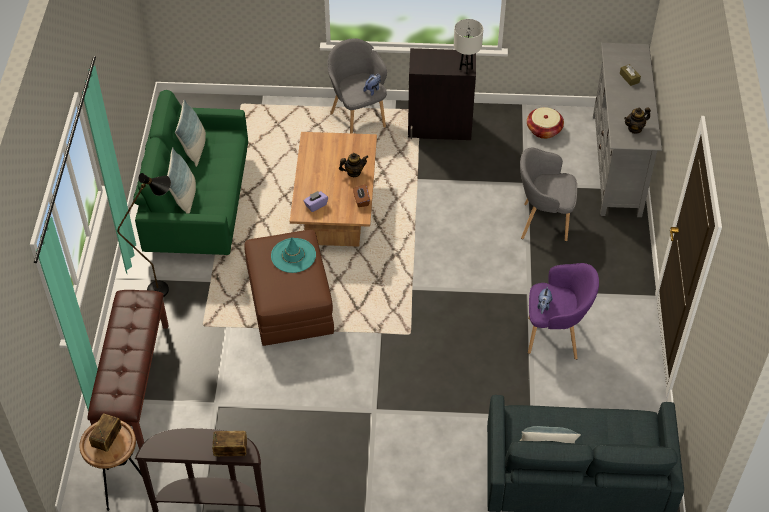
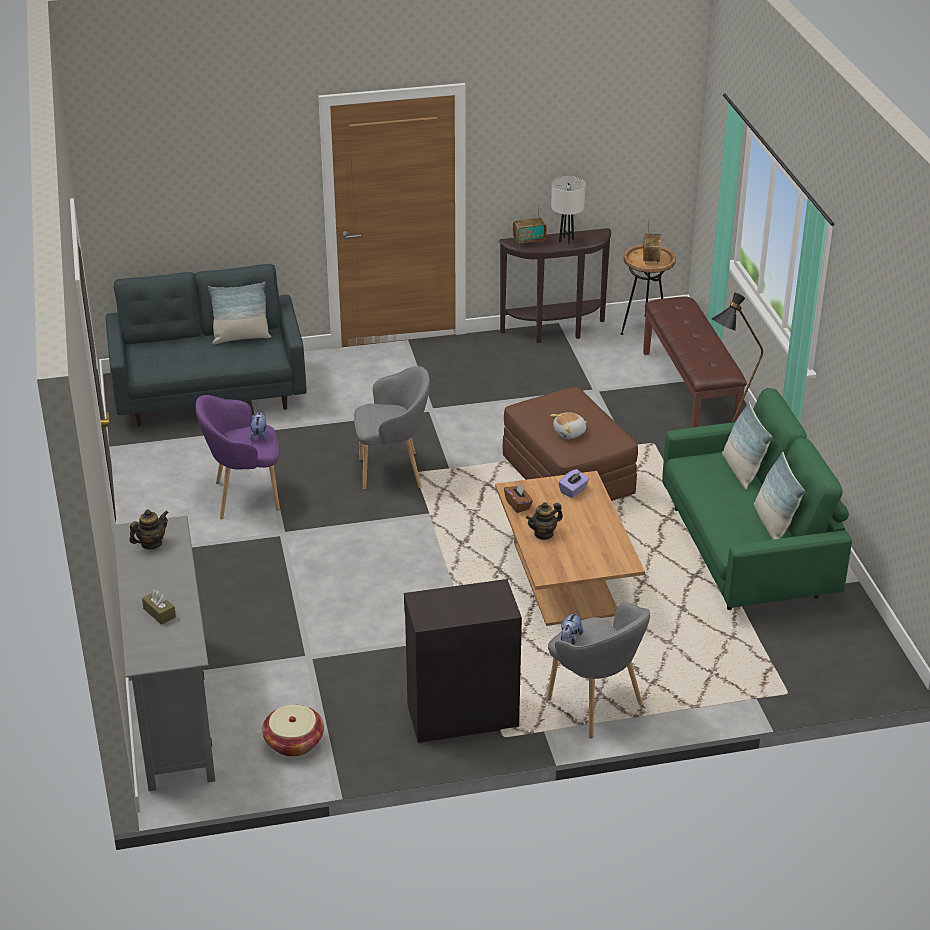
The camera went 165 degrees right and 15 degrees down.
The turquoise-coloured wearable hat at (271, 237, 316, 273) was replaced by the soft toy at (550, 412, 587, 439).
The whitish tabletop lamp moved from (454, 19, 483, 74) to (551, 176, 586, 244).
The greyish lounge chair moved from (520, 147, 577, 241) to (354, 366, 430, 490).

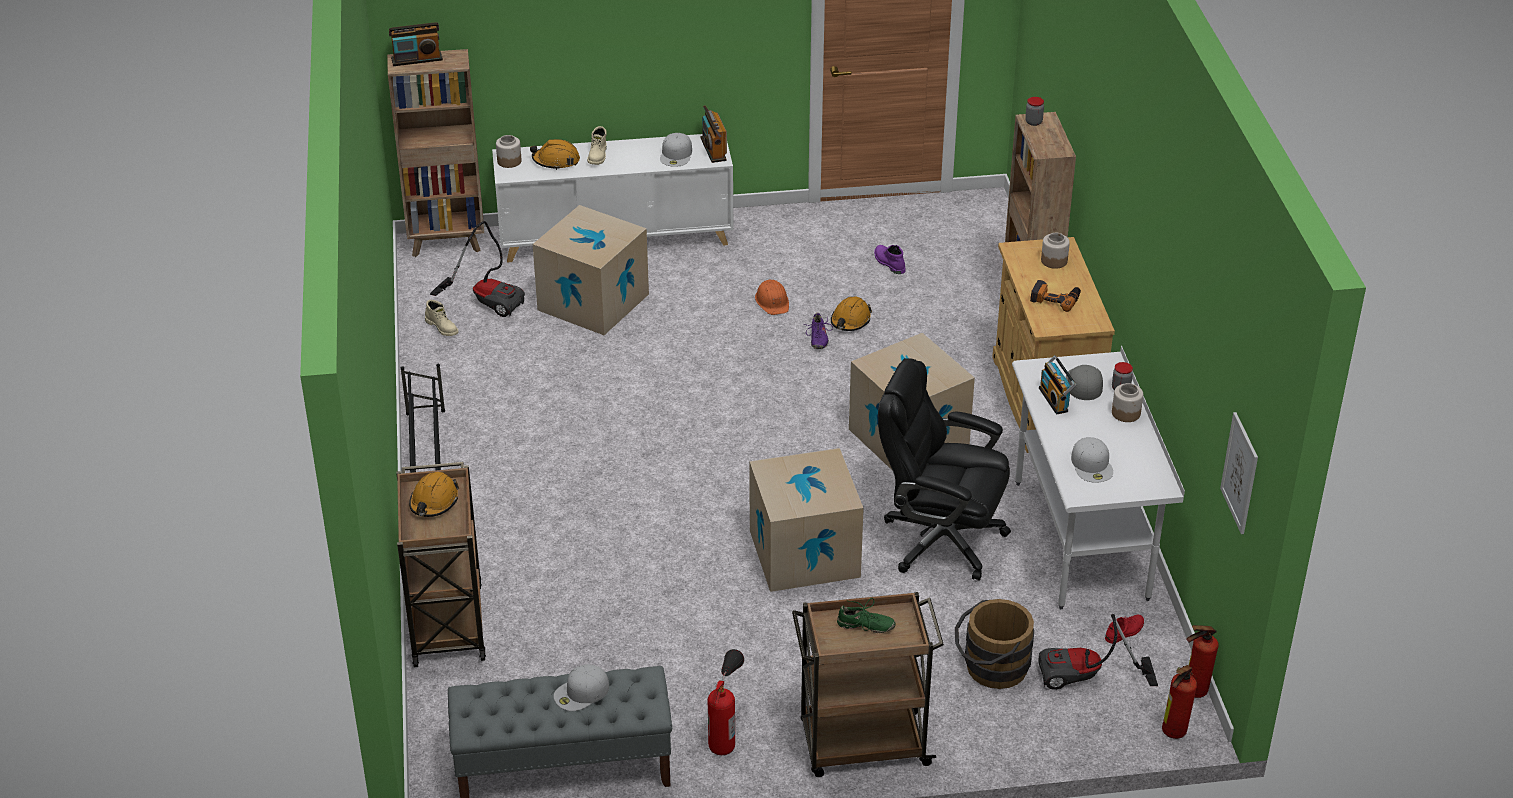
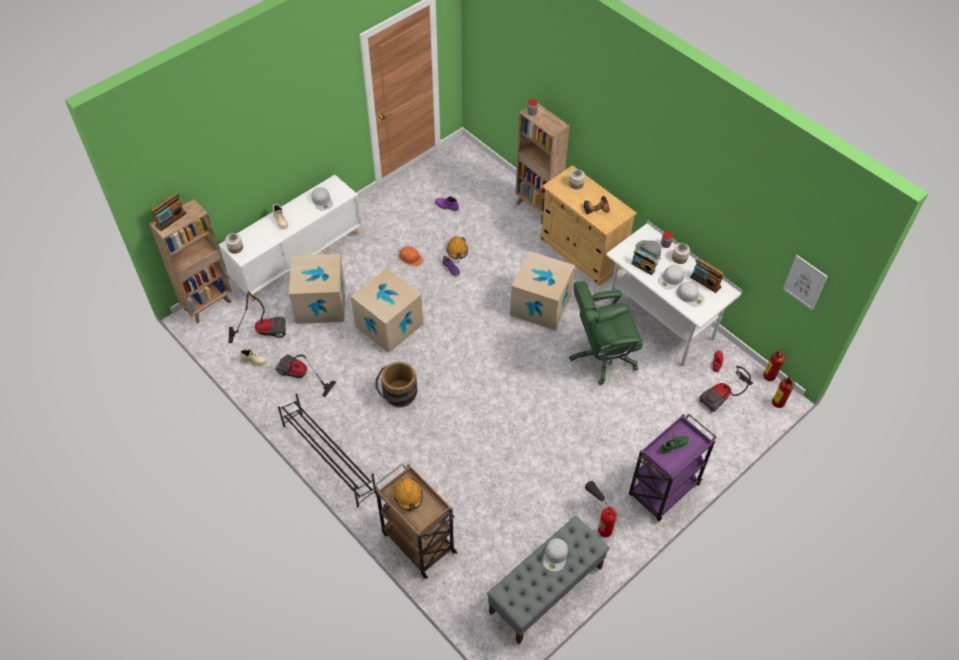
The camera went 35 degrees left and 15 degrees up.
The orange work helmet at (530, 139, 580, 170) disappeared.
The radio set moved from (700, 105, 727, 163) to (690, 260, 723, 293).
The carton moved from (750, 448, 864, 592) to (351, 268, 423, 353).
The brown-coloured cart at (792, 592, 944, 777) became the purple-coloured cart at (629, 414, 717, 521).
The blackish desk chair at (878, 358, 1011, 581) became the greenish desk chair at (569, 281, 643, 385).
The brown-coloured pail moved from (955, 599, 1034, 689) to (376, 362, 417, 407).
The vacuum at (275, 354, 336, 397) appeared.
The whitish cap at (658, 265, 684, 289) appeared.

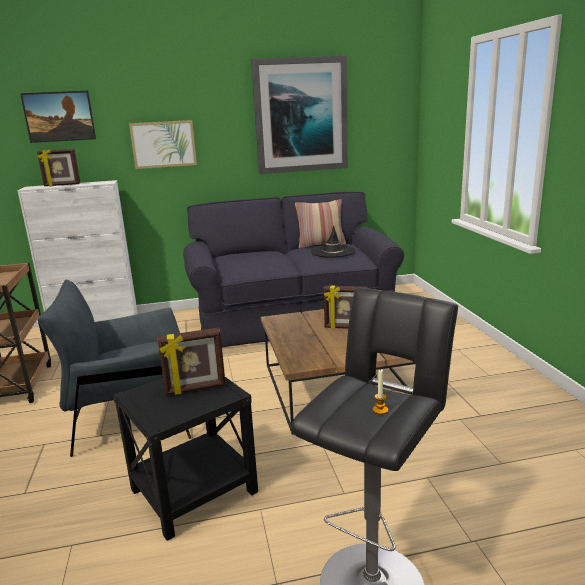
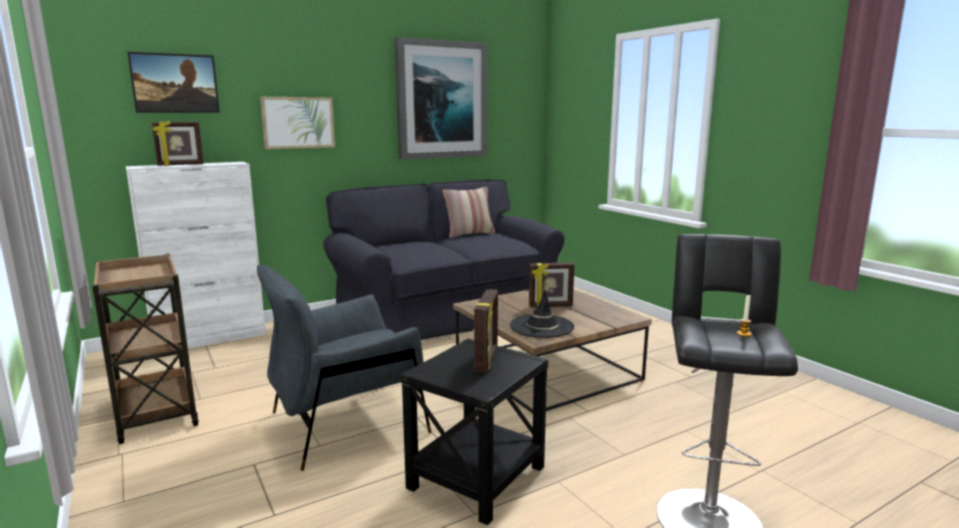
The camera went 20 degrees left and 5 degrees down.
The picture frame at (158, 328, 226, 395) turned 45 degrees counterclockwise.
The blackish wearable hat moved from (311, 226, 355, 258) to (510, 290, 574, 338).

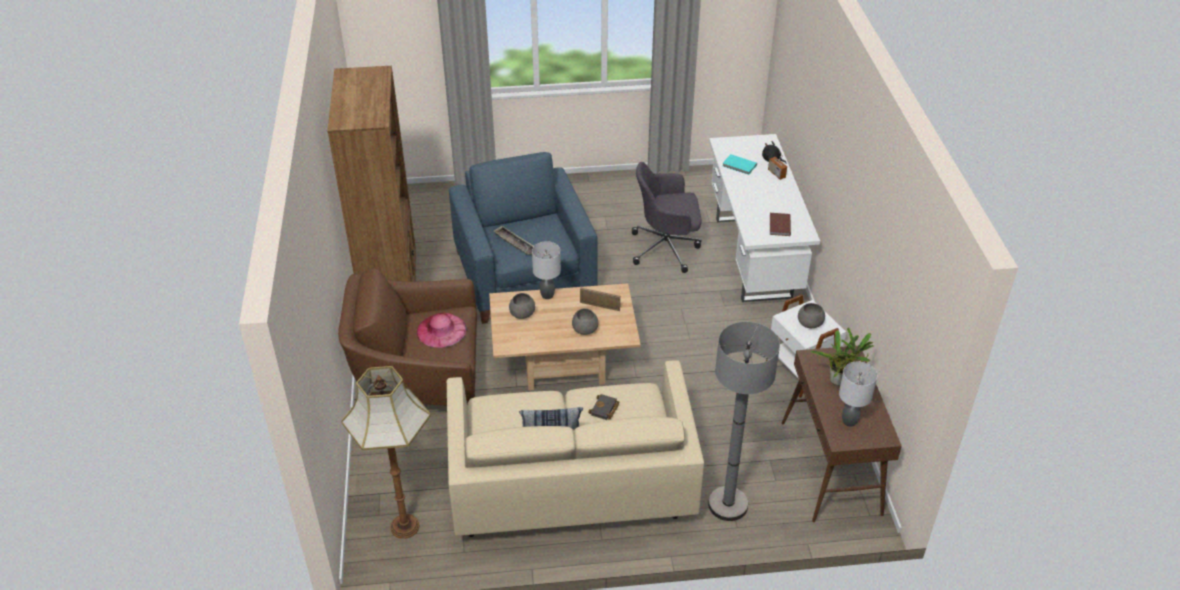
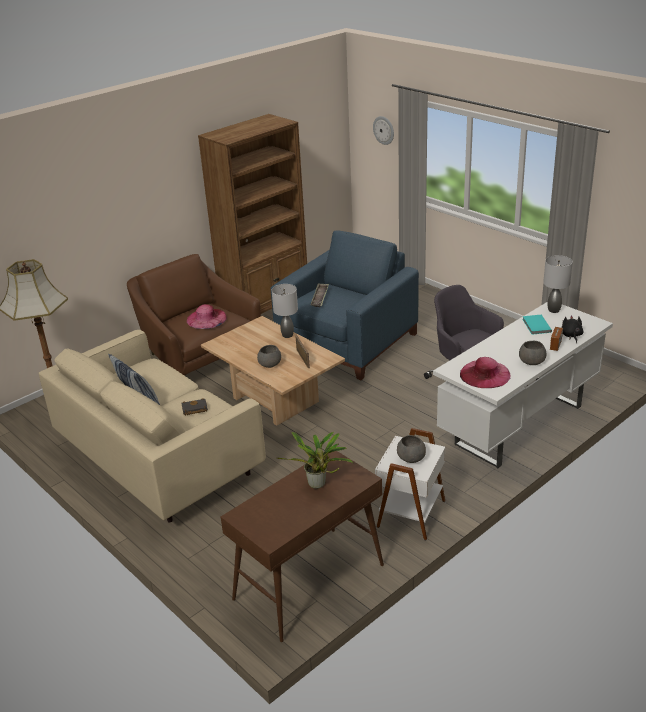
The camera went 55 degrees right and 10 degrees down.
The greyish deep dish moved from (509, 293, 535, 319) to (519, 341, 547, 365).
The greyish floor lamp at (708, 322, 780, 521) disappeared.
The brown-coloured volume at (770, 213, 791, 236) was replaced by the pink wearable hat at (460, 357, 510, 388).
The greyish tabletop lamp moved from (839, 362, 877, 426) to (543, 255, 573, 313).
The hanging clock at (373, 116, 394, 145) appeared.

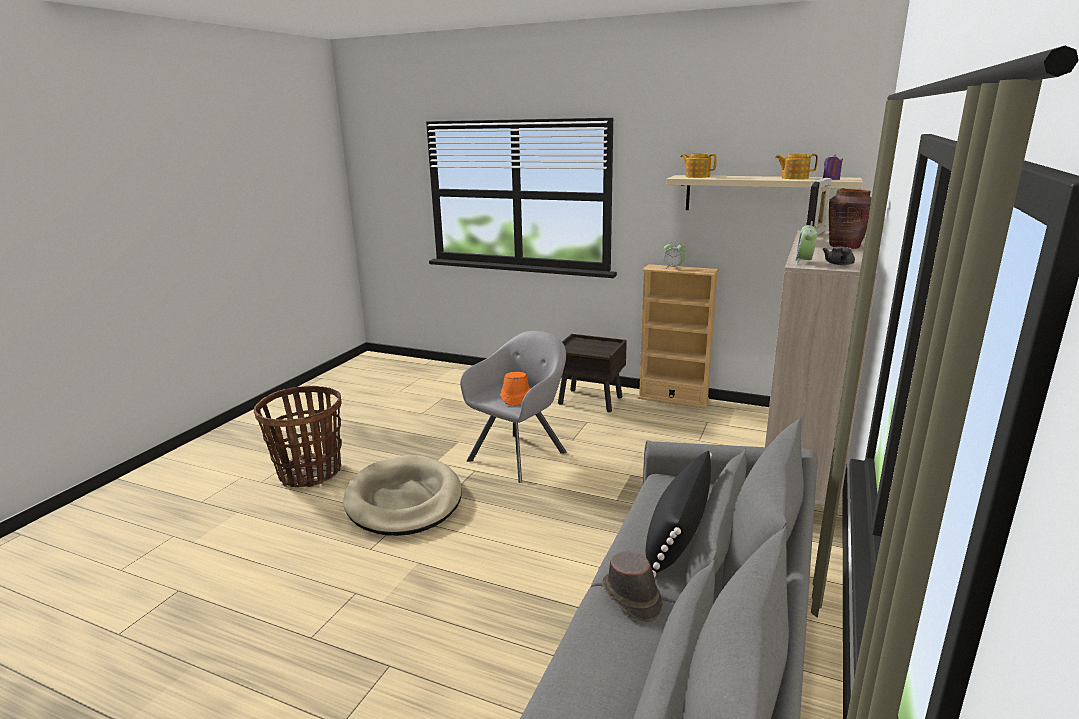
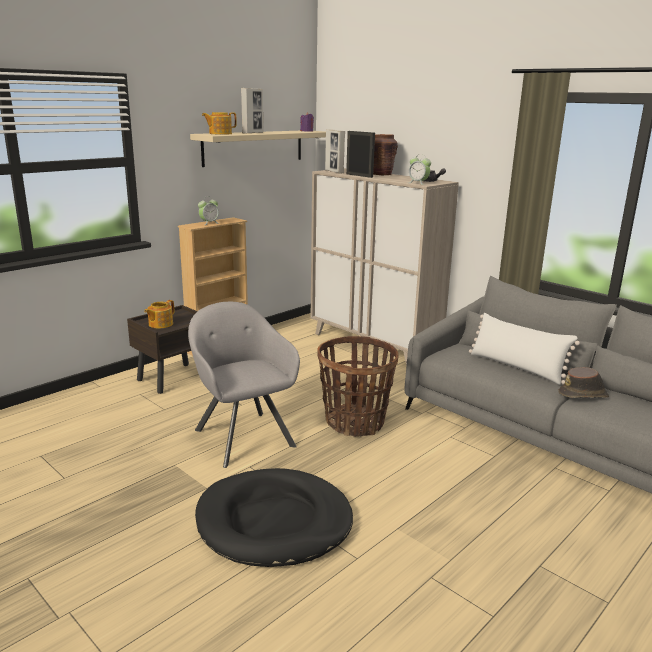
The camera went 70 degrees left and 0 degrees up.
The storage basket moved from (254, 386, 342, 487) to (317, 336, 399, 437).
The beige-coloured dog bed at (343, 455, 462, 536) became the blackish dog bed at (195, 468, 353, 567).
The orange wearable hat at (500, 372, 530, 406) disappeared.
The blackish throw pillow at (646, 451, 712, 578) became the whitish throw pillow at (469, 313, 580, 385).
The teapot moved from (775, 154, 818, 179) to (144, 300, 174, 328).
The picture frame at (241, 88, 263, 134) appeared.

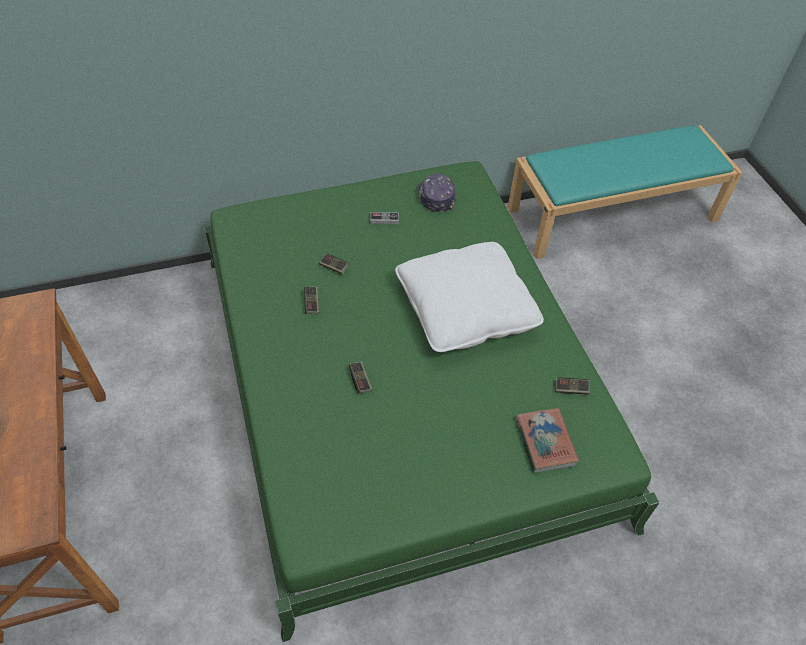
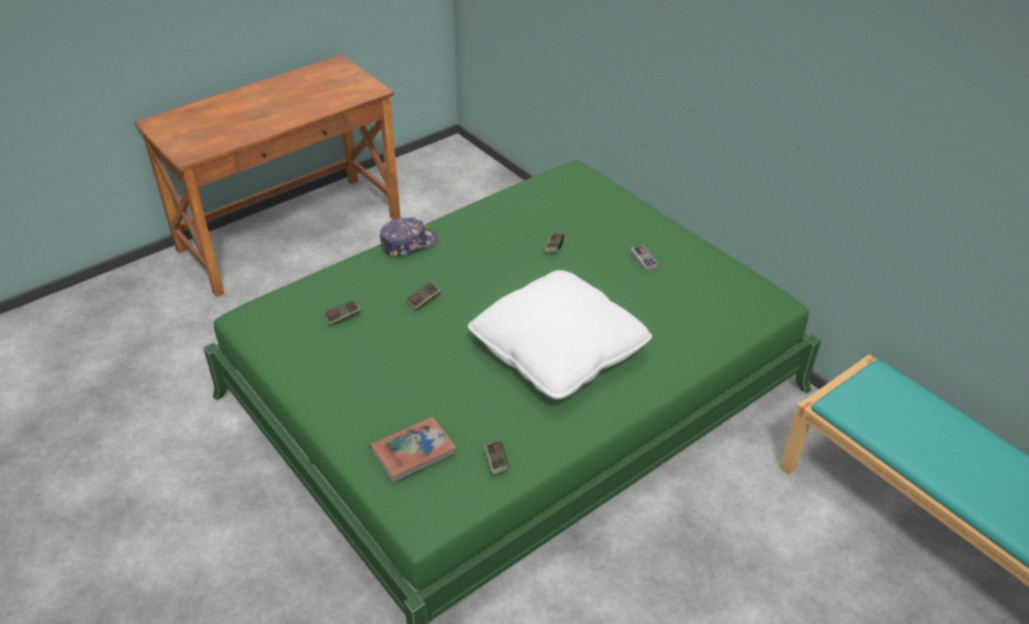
The camera went 70 degrees right and 10 degrees down.
The joypad moved from (304, 286, 319, 314) to (324, 300, 361, 327).
The cap moved from (418, 173, 456, 212) to (380, 217, 438, 258).

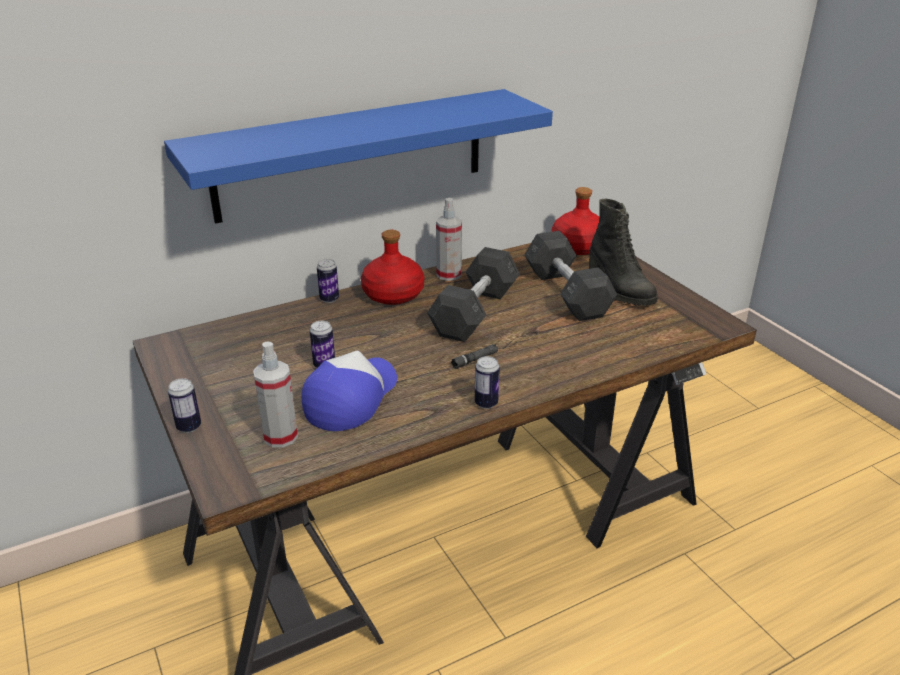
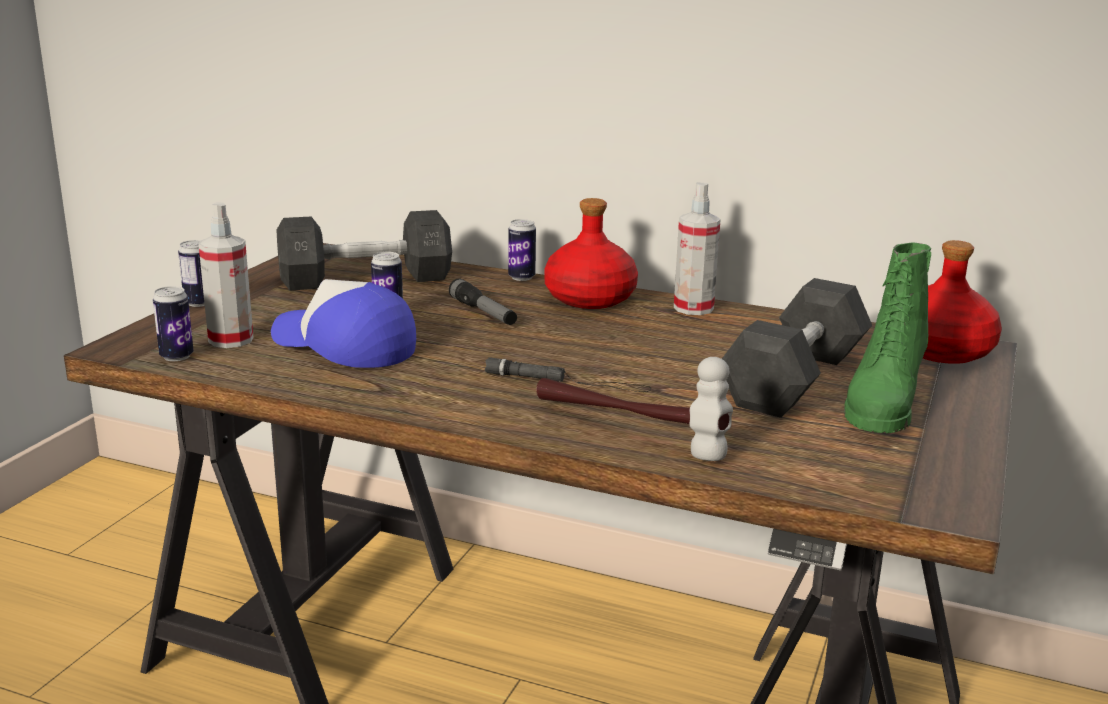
The camera went 50 degrees right and 10 degrees down.
The bluish wall shelf at (164, 89, 553, 224) disappeared.
The cap at (301, 351, 397, 431) turned 135 degrees counterclockwise.
The greyish hand weight moved from (427, 247, 520, 342) to (276, 210, 452, 290).
The metal can moved from (475, 356, 500, 409) to (153, 286, 194, 361).
The blackish boot at (589, 199, 658, 306) became the greenish boot at (844, 242, 931, 433).
The flashlight at (449, 278, 517, 325) appeared.
The tool hammer at (536, 357, 733, 461) appeared.

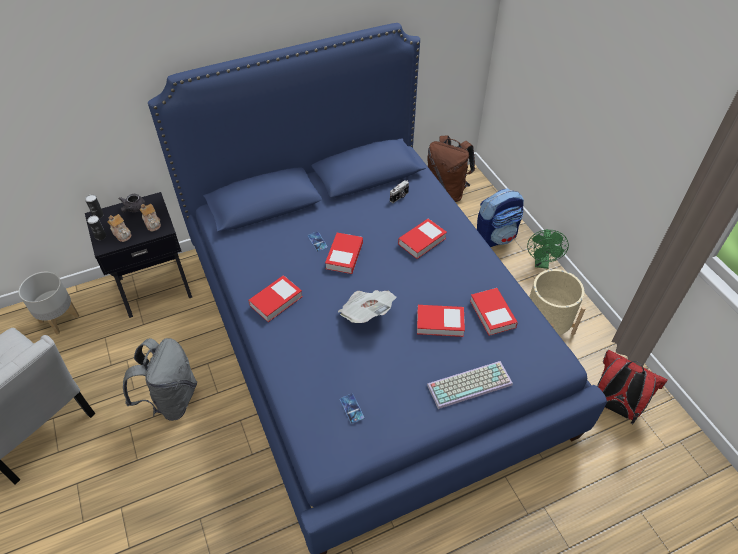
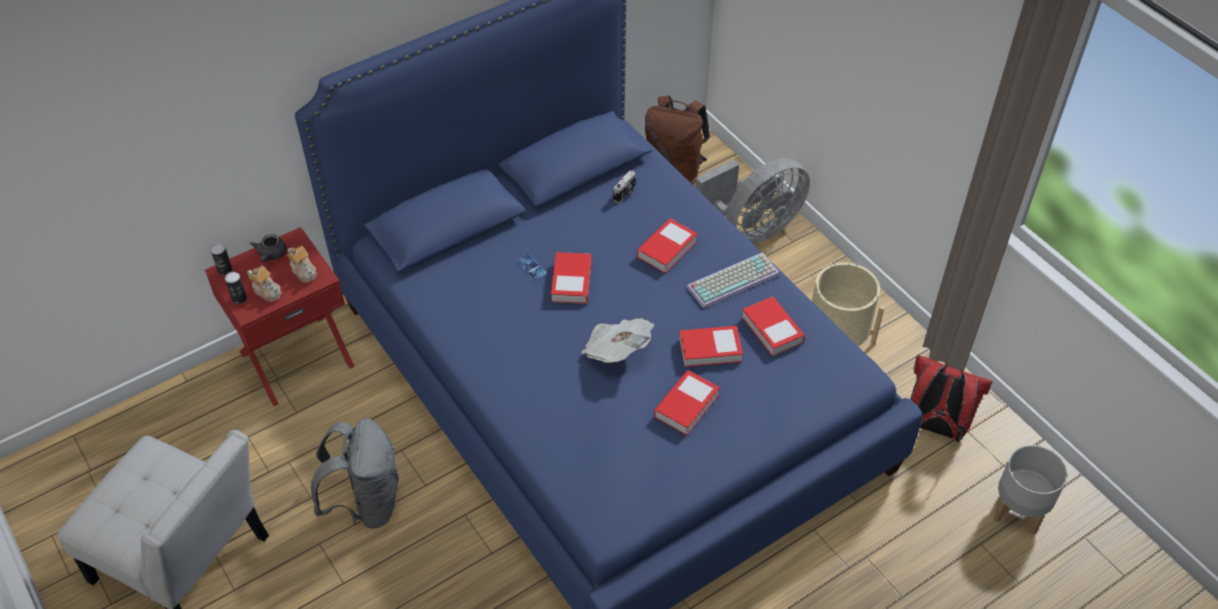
The camera went 10 degrees left and 0 degrees up.
The greyish plant pot moved from (18, 272, 79, 335) to (994, 445, 1067, 534).
The blackish bedside table at (85, 192, 192, 318) became the red-coloured bedside table at (205, 227, 354, 406).
The volume moved from (248, 275, 303, 322) to (654, 370, 720, 435).
The handset at (340, 394, 364, 424) disappeared.
The keyboard moved from (427, 361, 513, 409) to (687, 252, 780, 309).
The backpack at (477, 189, 524, 247) was replaced by the greyish electric fan at (695, 158, 810, 243).
The greenish electric fan at (527, 229, 569, 269) disappeared.

